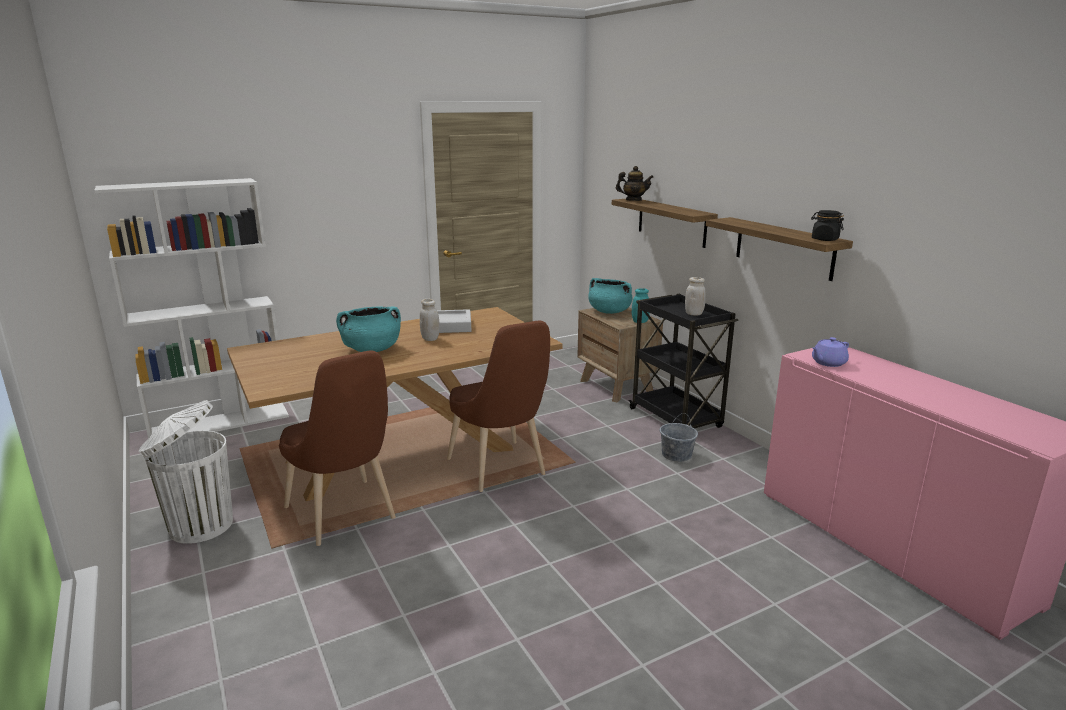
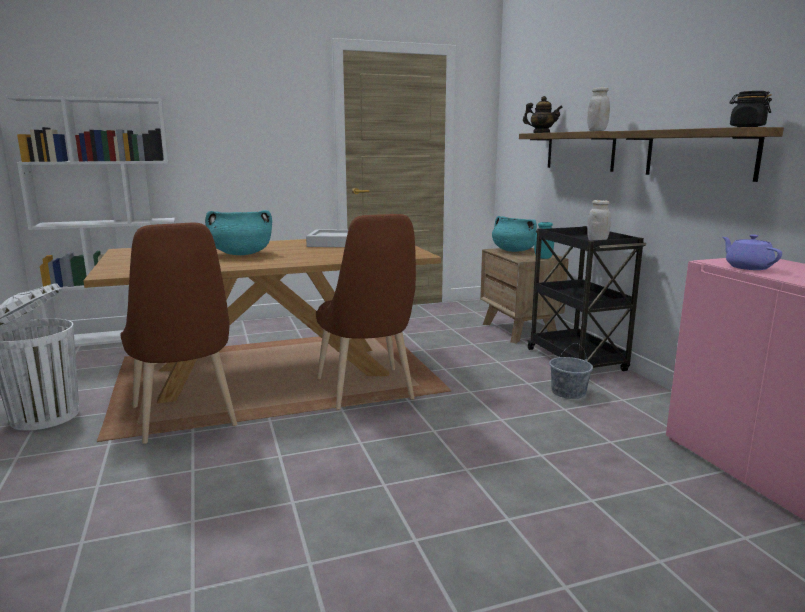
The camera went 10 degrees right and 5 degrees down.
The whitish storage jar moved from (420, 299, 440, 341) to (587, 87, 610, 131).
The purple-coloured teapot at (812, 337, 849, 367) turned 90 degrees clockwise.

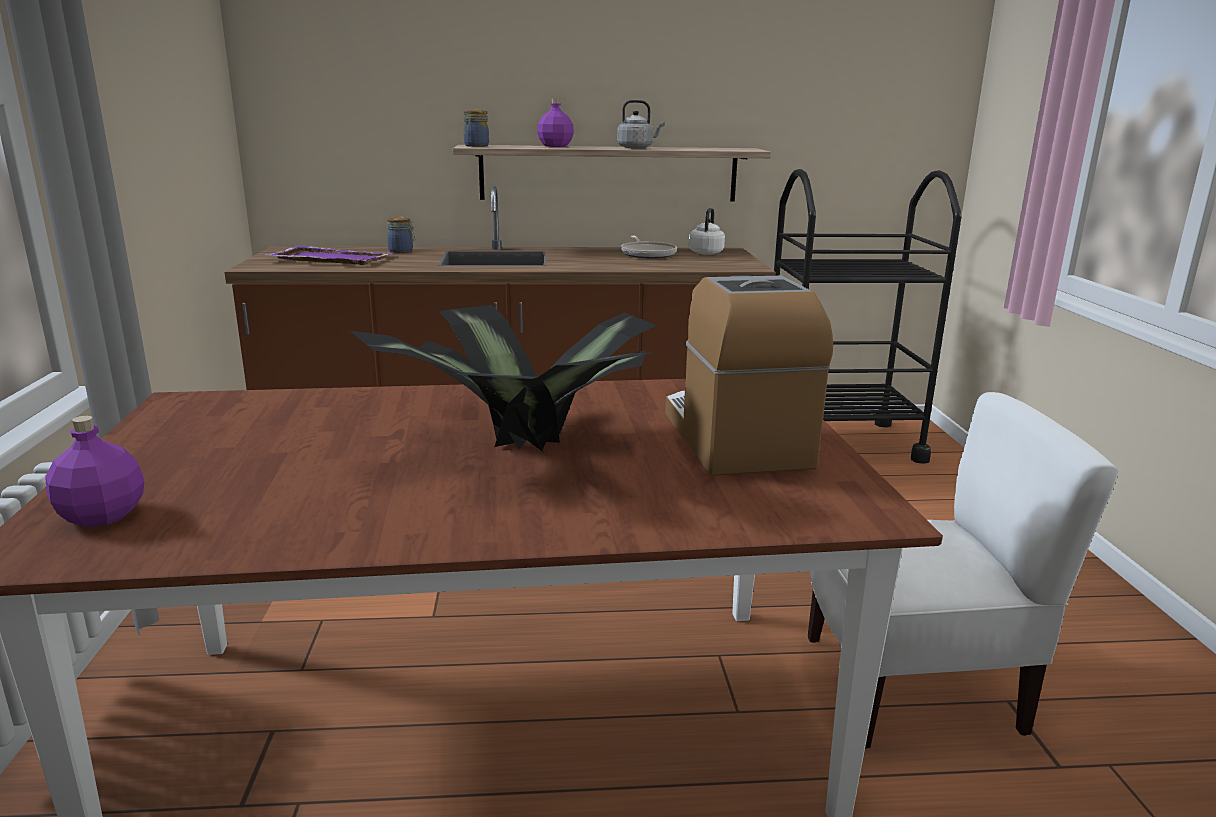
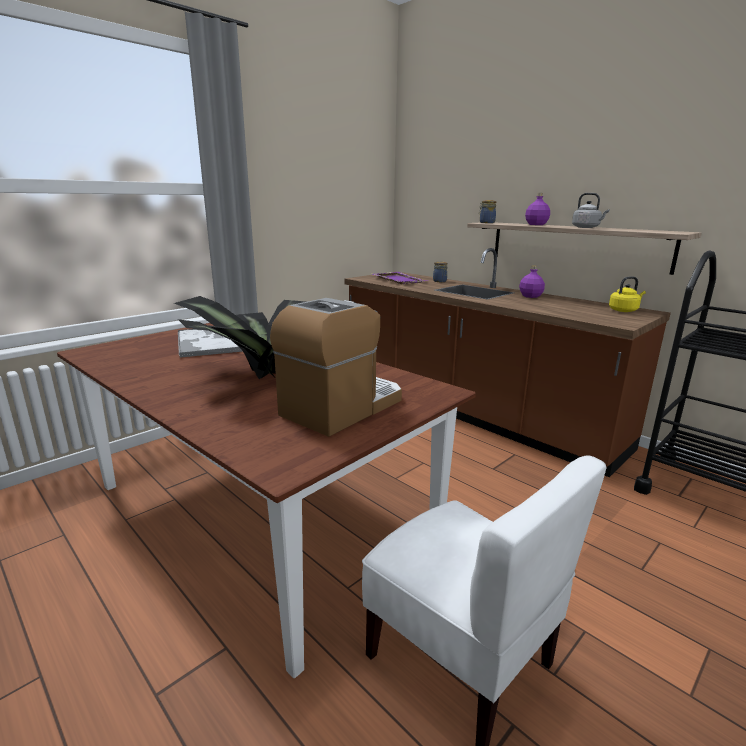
The camera went 50 degrees right and 0 degrees up.
The purple-coloured bottle moved from (45, 416, 145, 527) to (519, 266, 545, 298).
The frying pan at (621, 236, 677, 259) disappeared.
The whitish water kettle at (689, 208, 725, 255) became the yellow-coloured water kettle at (609, 276, 646, 312).
The tray at (178, 329, 243, 358) appeared.

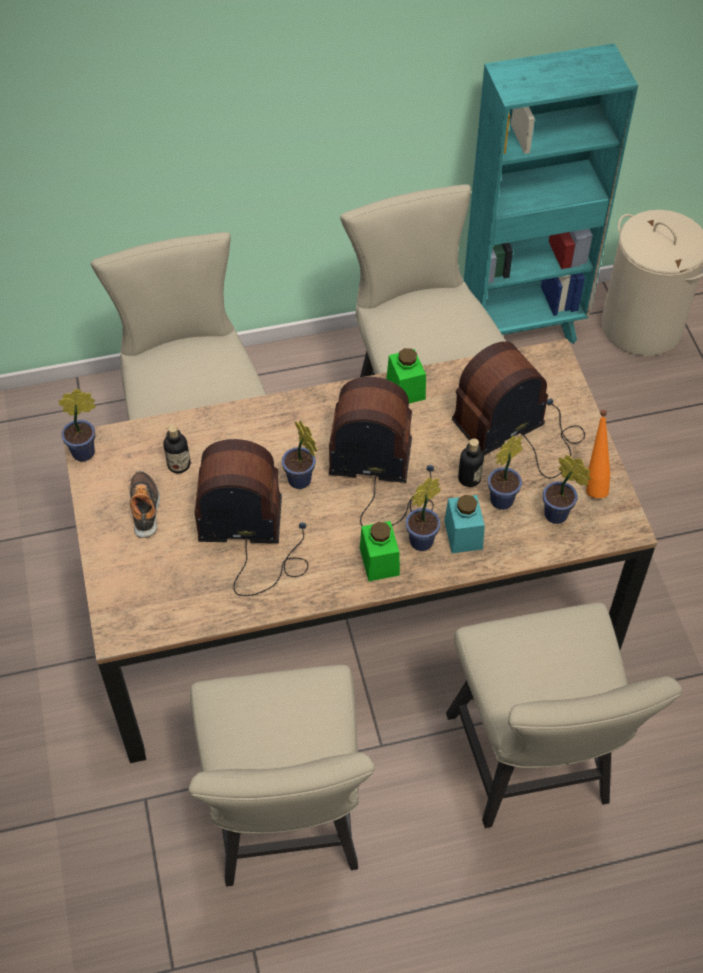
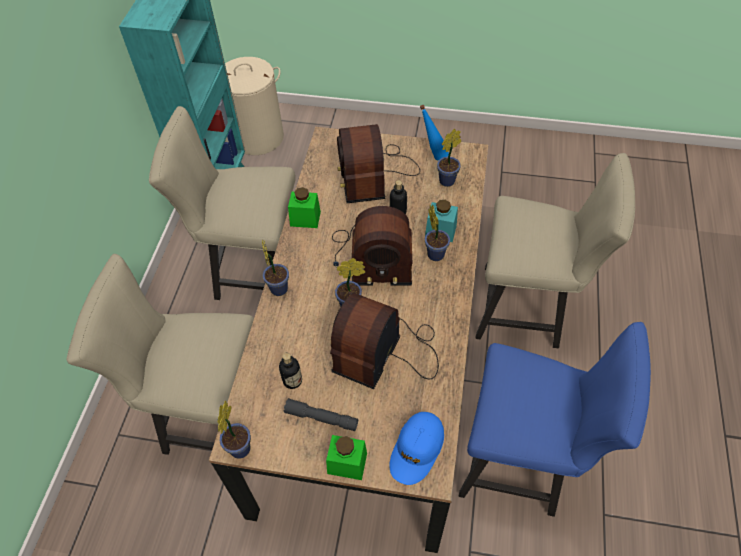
The camera went 65 degrees left and 0 degrees up.
The item of footwear at (130, 471, 160, 538) was replaced by the greyish flashlight at (284, 398, 358, 431).
The beige-coloured chair at (189, 665, 375, 886) became the bluish chair at (458, 322, 651, 517).
The radio set at (329, 377, 434, 526) turned 120 degrees counterclockwise.
The greenish storage jar moved from (360, 521, 400, 581) to (326, 435, 367, 480).
The potted plant moved from (488, 436, 523, 510) to (262, 240, 289, 296).
The orange bottle at (586, 410, 610, 498) became the bluish bottle at (420, 105, 449, 160).
The bluish cap at (389, 412, 444, 485) appeared.

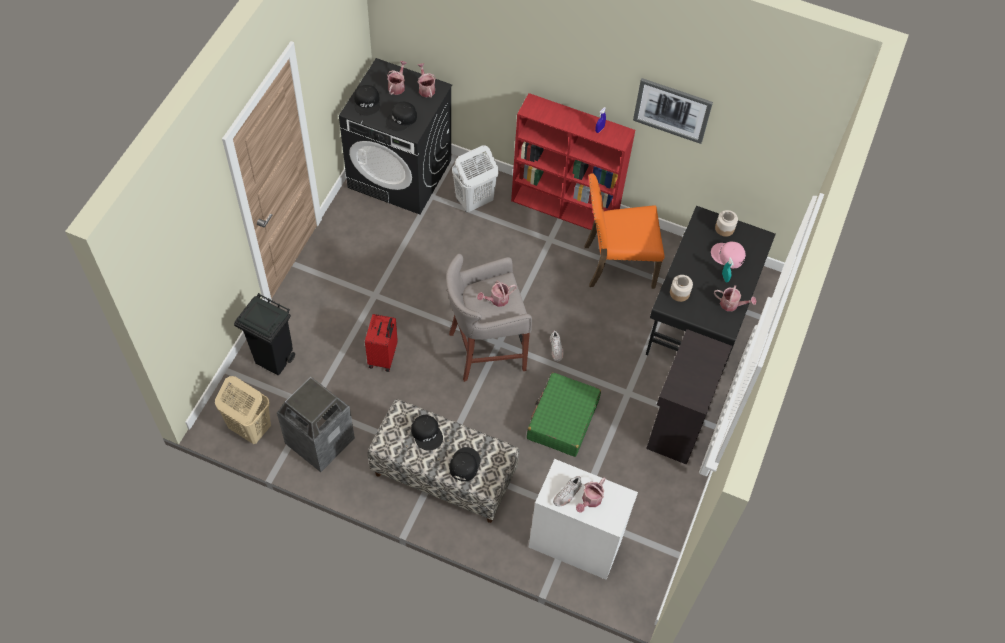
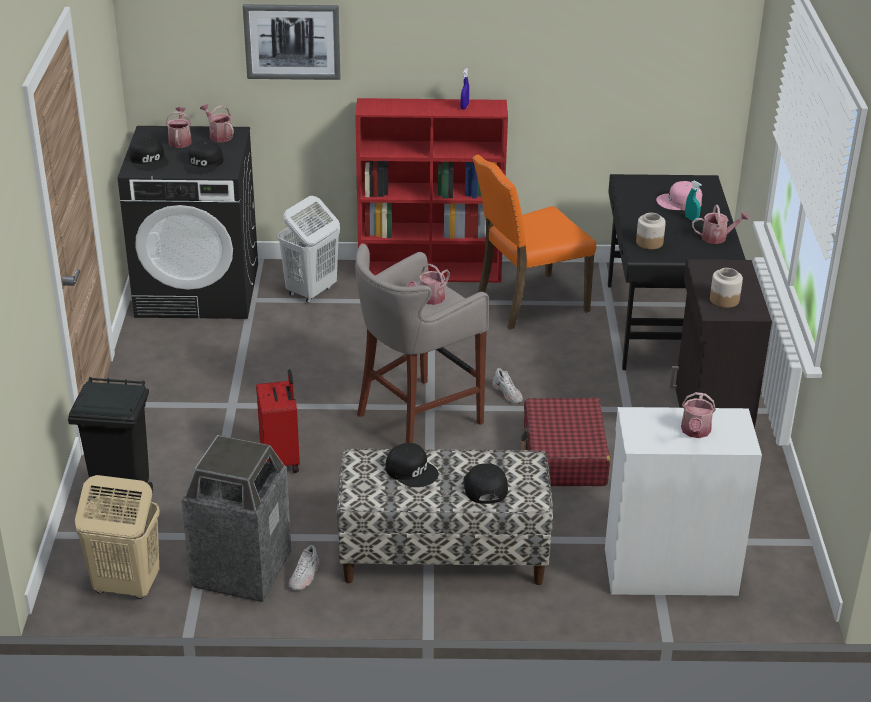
The camera went 20 degrees left and 25 degrees down.
The greenish piece of luggage at (527, 373, 601, 457) became the red-coloured piece of luggage at (521, 397, 610, 486).
The whitish item of footwear moved from (553, 476, 582, 506) to (289, 545, 320, 590).
The wall art moved from (633, 78, 713, 144) to (243, 4, 340, 80).
The storage jar moved from (715, 210, 738, 237) to (710, 268, 743, 308).

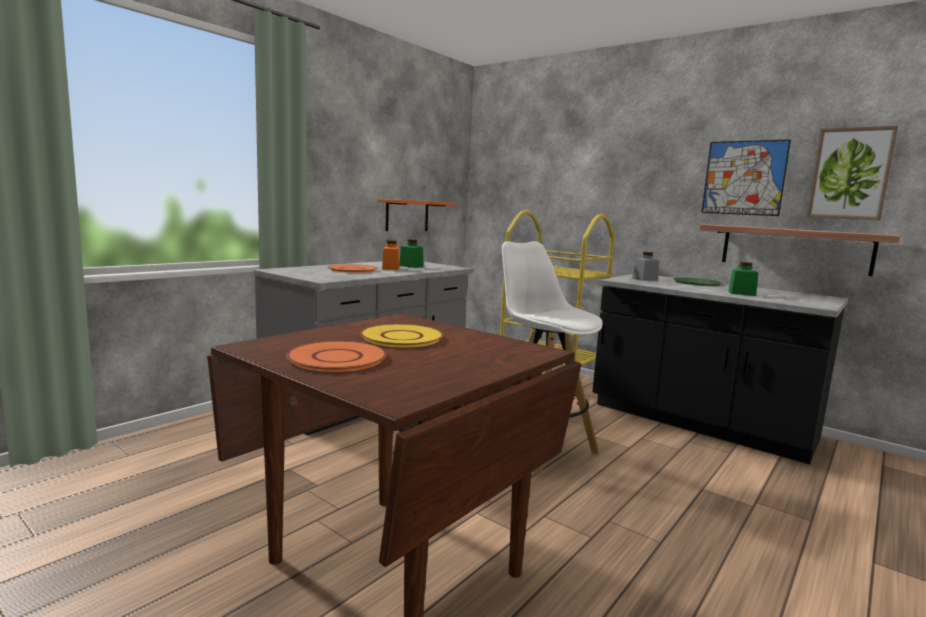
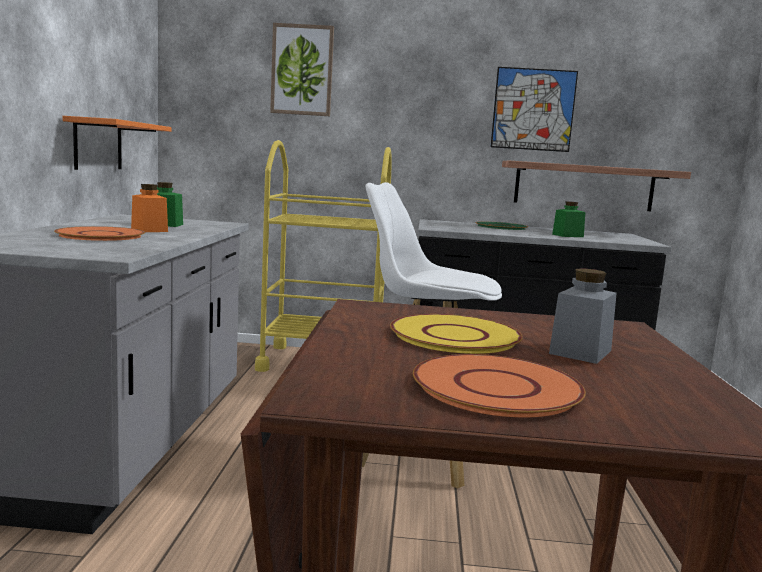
The camera went 35 degrees left and 0 degrees up.
The greyish storage jar moved from (632, 252, 659, 281) to (549, 268, 617, 364).
The wall art moved from (807, 126, 898, 220) to (270, 23, 334, 116).

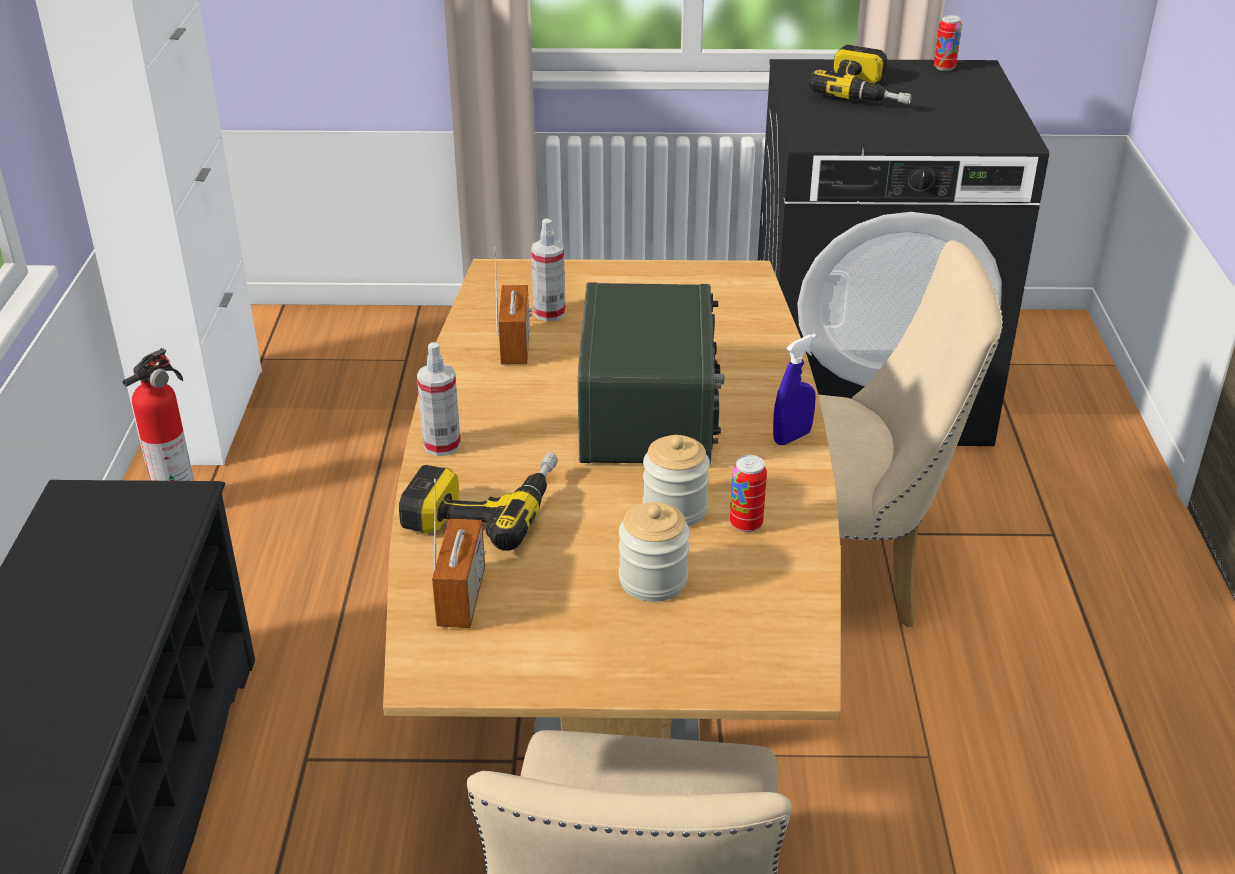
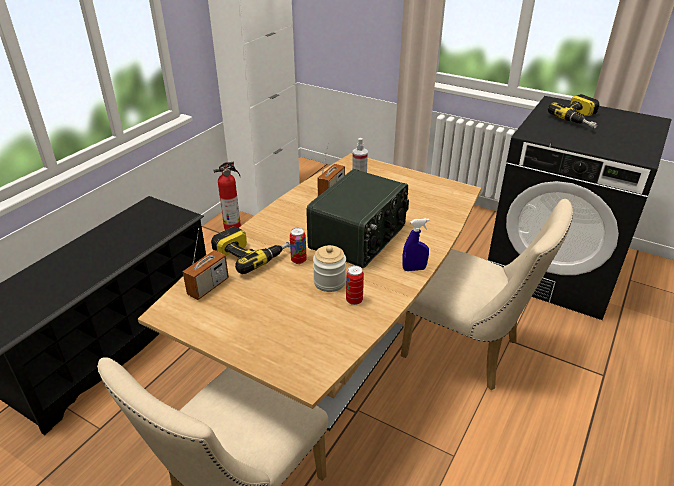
The camera went 30 degrees right and 0 degrees up.
The hand sprayer at (417, 342, 461, 456) disappeared.
The storage jar at (619, 502, 690, 602) disappeared.
The metal can moved from (934, 15, 962, 71) to (290, 228, 307, 264).

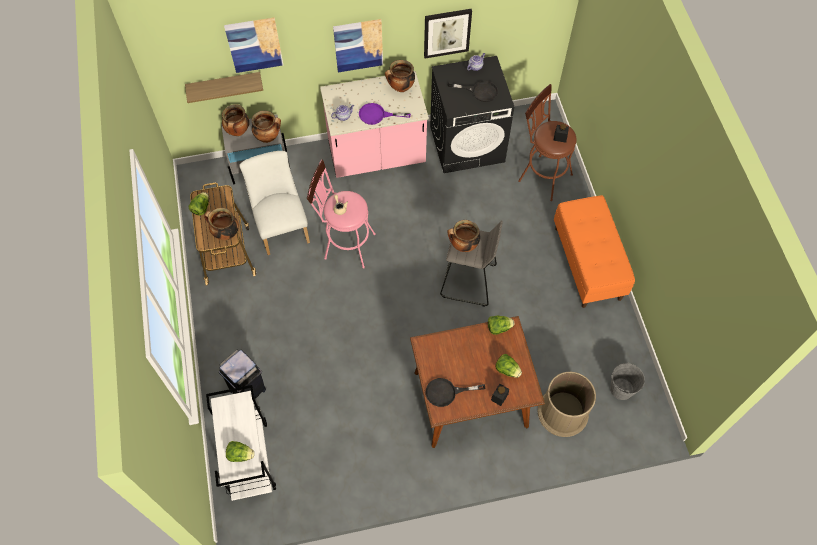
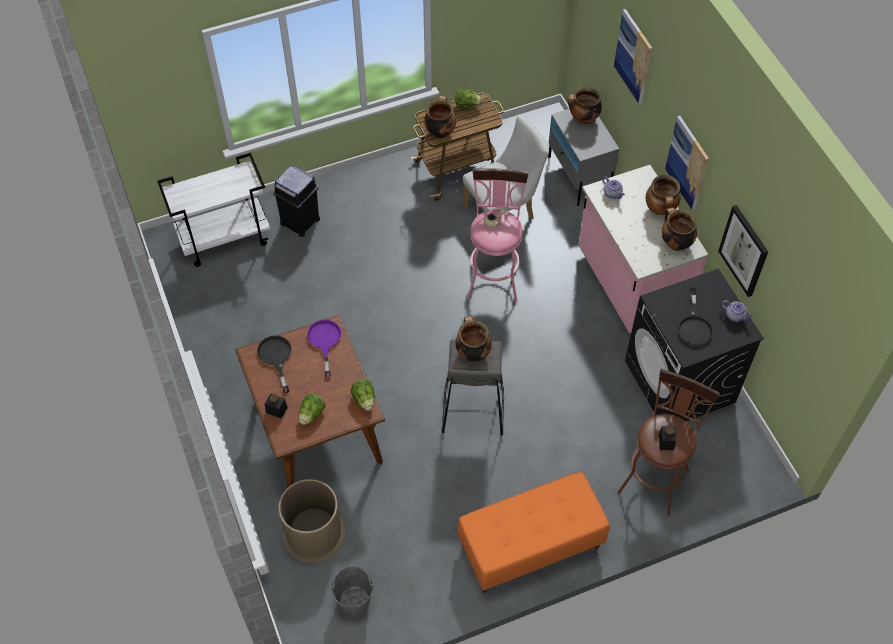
The camera went 80 degrees right and 5 degrees down.
The wall shelf at (185, 72, 263, 103) disappeared.
The lettuce head at (226, 441, 255, 462) disappeared.
The cooking pot moved from (252, 111, 281, 143) to (646, 175, 680, 215).
The purple-coloured frying pan moved from (359, 103, 411, 125) to (307, 320, 341, 378).

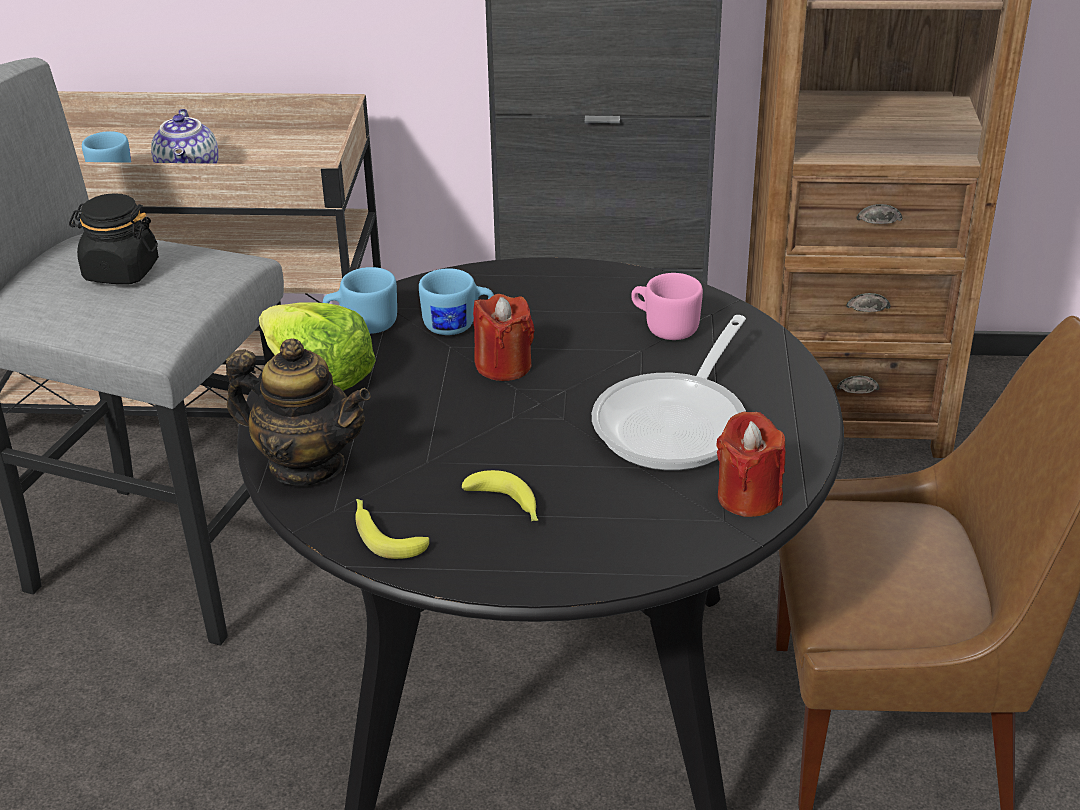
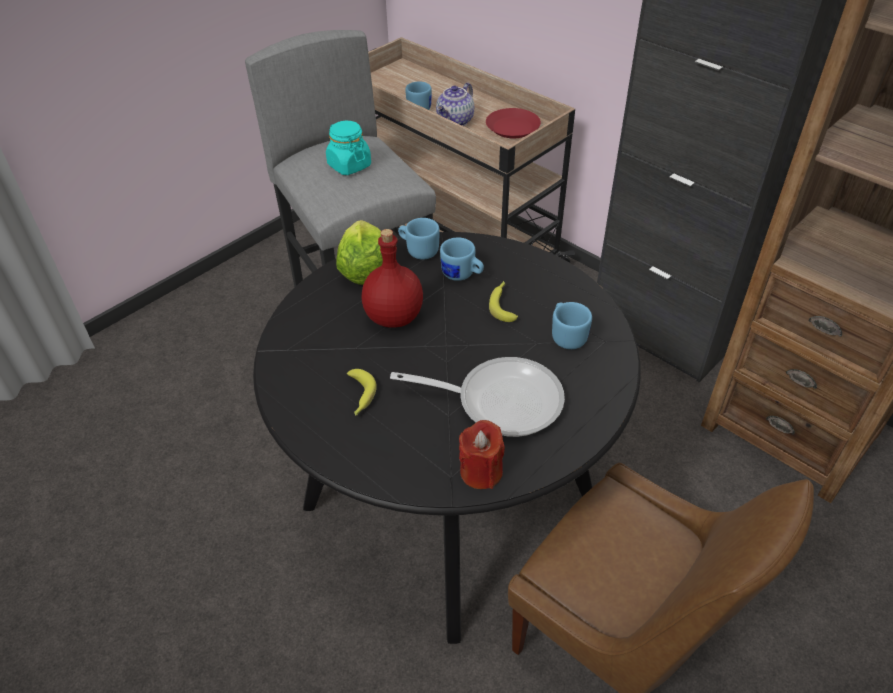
The camera went 40 degrees right and 10 degrees up.
The blackish storage jar at (69, 193, 159, 284) became the turquoise-coloured storage jar at (326, 121, 371, 175).
The teapot at (226, 338, 371, 485) disappeared.
The whole banana moved from (355, 499, 429, 559) to (489, 281, 518, 322).
The red-coloured wax light at (473, 294, 535, 381) disappeared.
The frying pan at (592, 315, 746, 471) turned 150 degrees counterclockwise.
The pink coffee mug at (631, 273, 703, 340) became the bluish coffee mug at (552, 302, 592, 349).
The red-coloured bottle at (362, 229, 423, 328) appeared.
The red-coloured flat dish at (486, 108, 541, 138) appeared.

